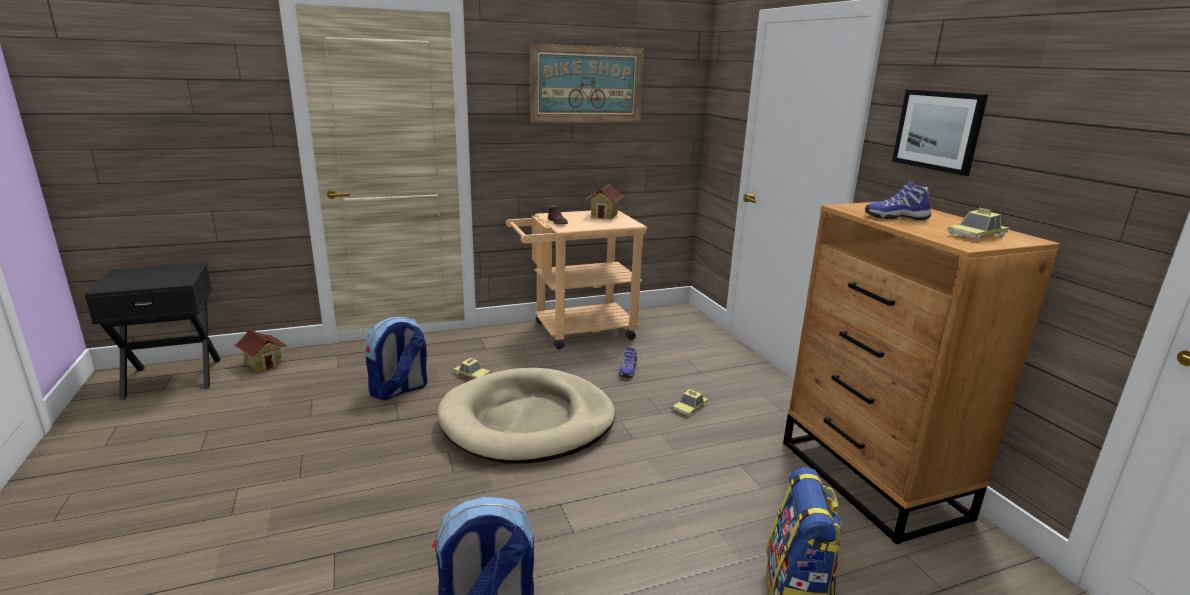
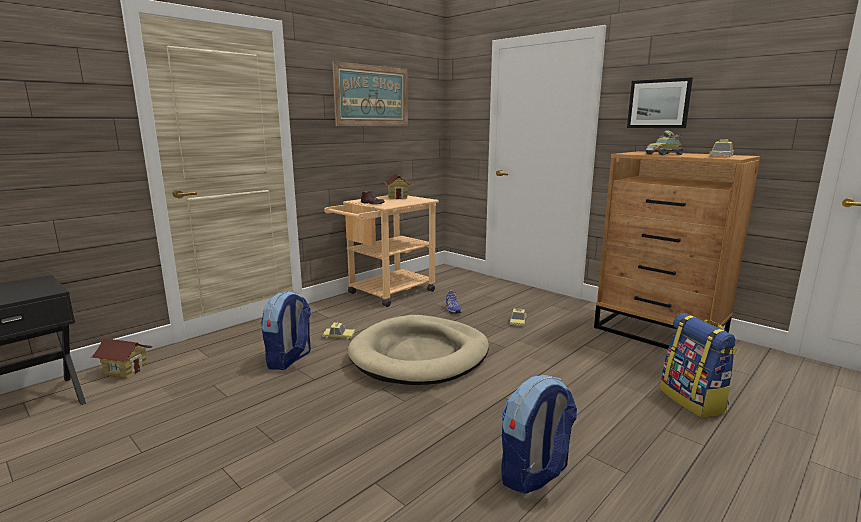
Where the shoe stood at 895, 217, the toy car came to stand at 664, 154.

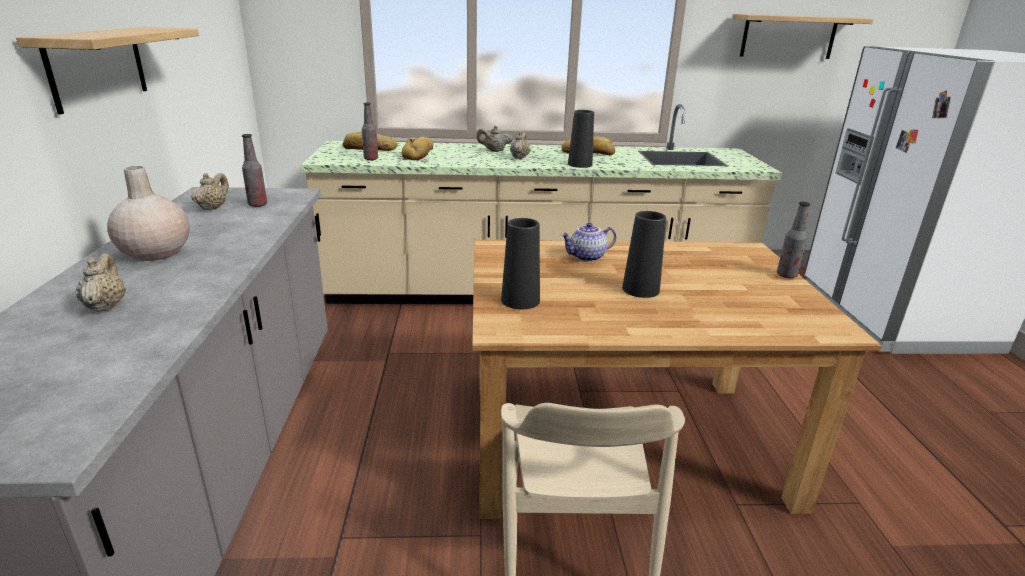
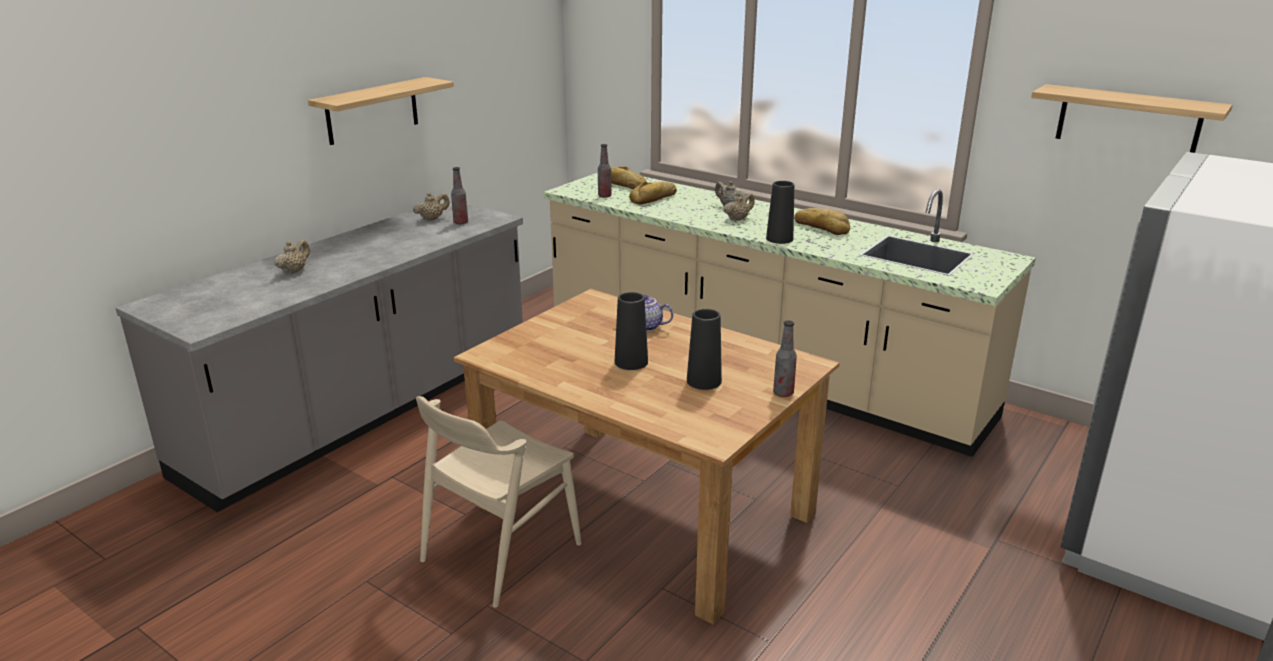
The second view lost the beige vase at 155, 253.
The black vase ended up elsewhere, having gone from 520, 300 to 704, 381.

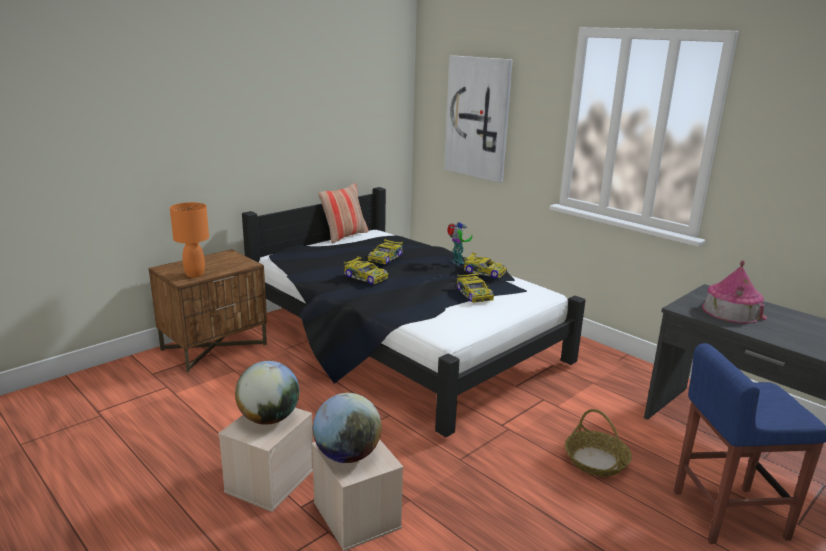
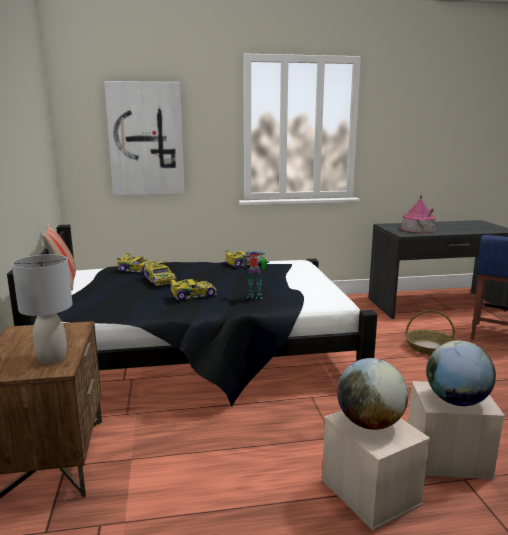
The toy robot ended up elsewhere, having gone from 457, 262 to 255, 297.
The toy car ended up elsewhere, having gone from 474, 294 to 137, 269.
What was the orange table lamp at 195, 274 turned into the grey table lamp at 52, 359.

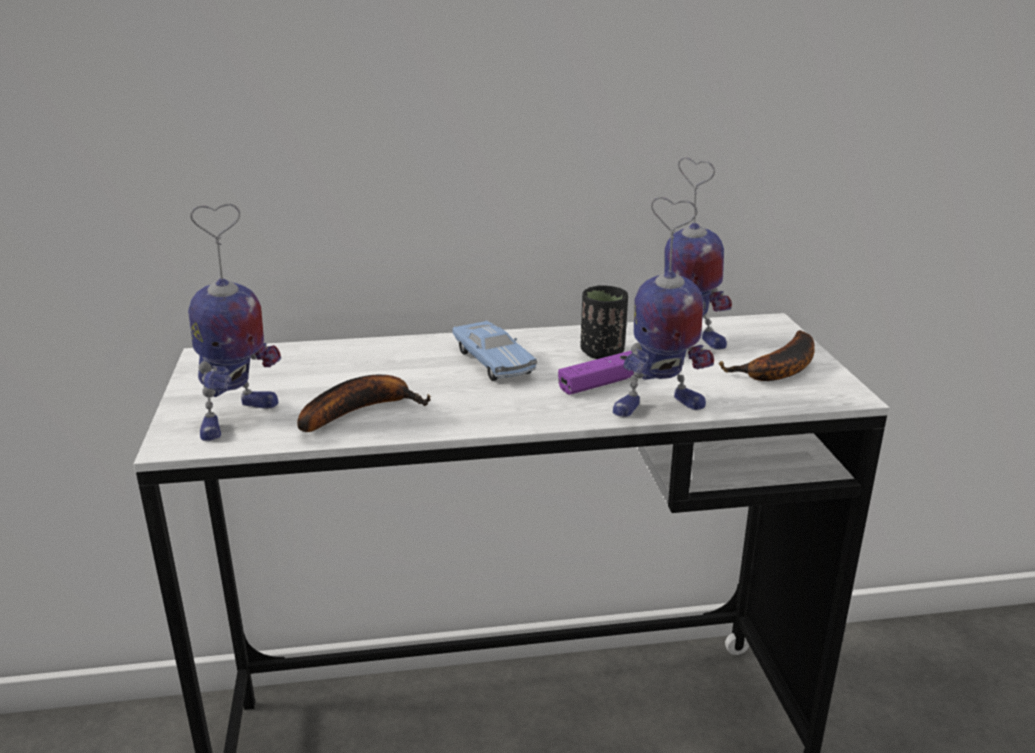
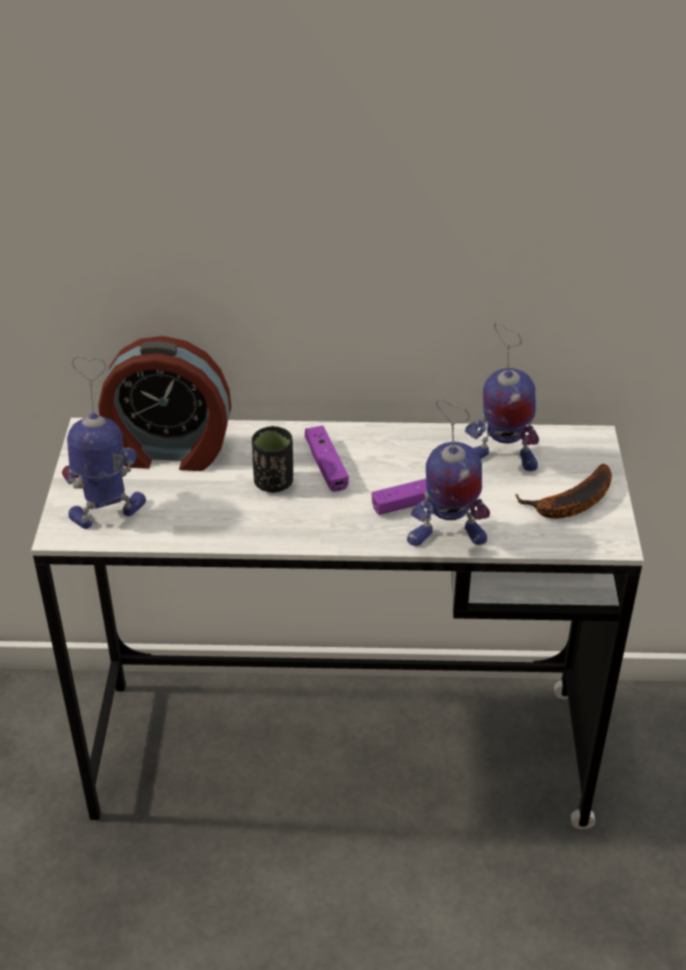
The second view lost the banana at 361, 411.
The second view gained the alarm clock at 169, 451.
The black cup ended up elsewhere, having gone from 602, 353 to 273, 483.
Where the blue toy car stood at 493, 362, the purple game controller came to stand at 326, 465.
The toy robot at 237, 419 ended up facing another way, 150 degrees counterclockwise from before.

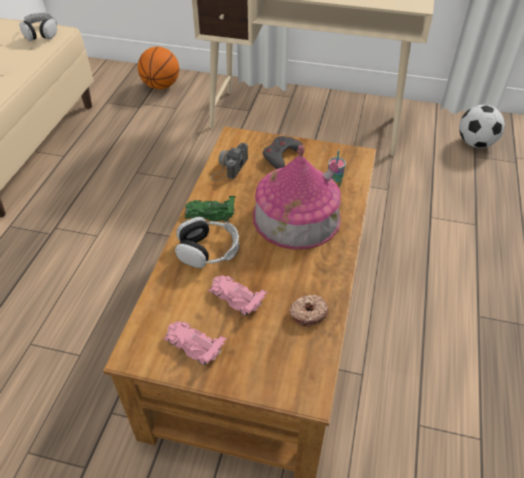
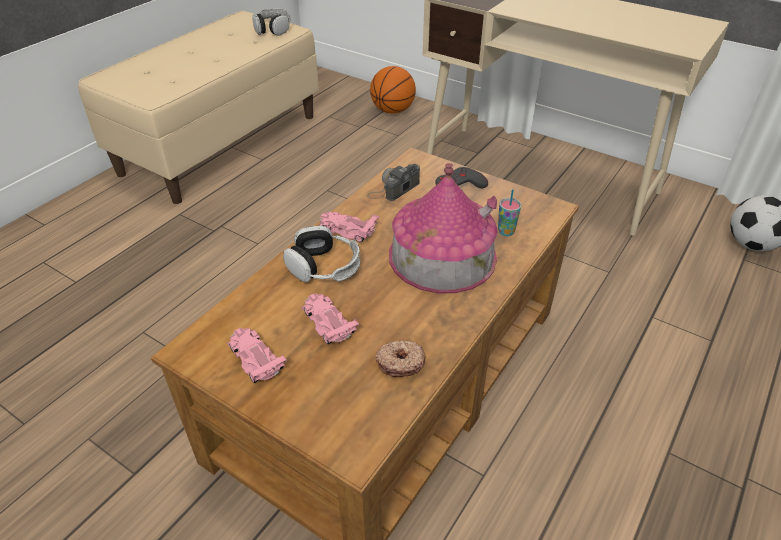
What was the green toy car at 210, 213 turned into the pink toy car at 346, 230.

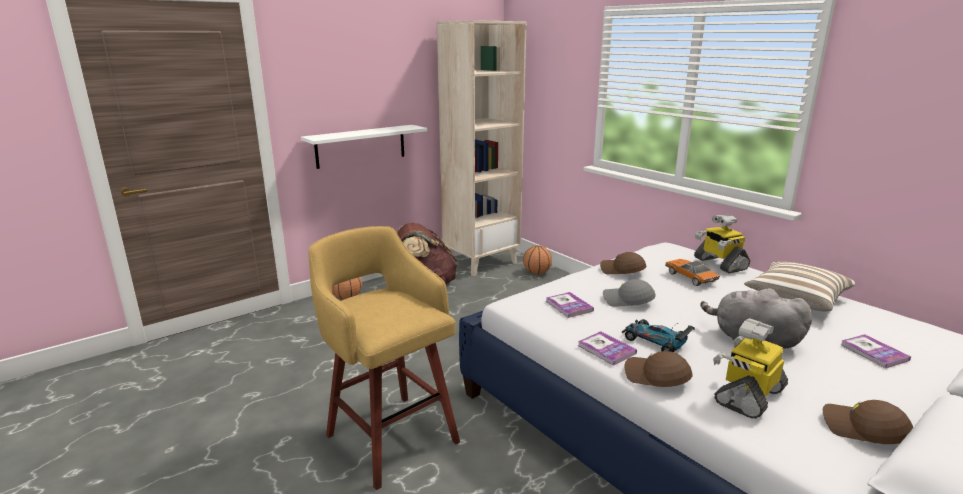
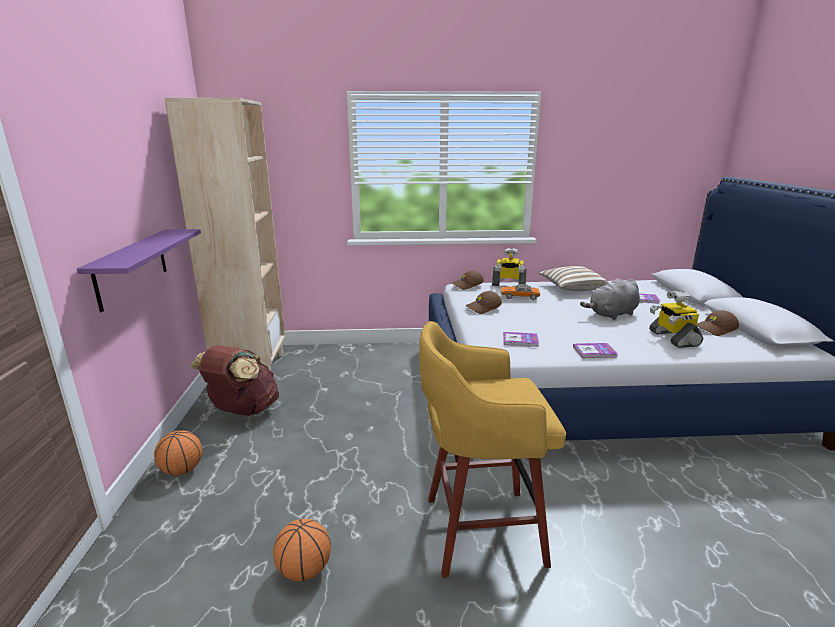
The second view lost the grey cap at 627, 301.
The second view lost the toy car at 655, 341.
The basketball ended up elsewhere, having gone from 537, 273 to 304, 570.
The brown cap ended up elsewhere, having gone from 655, 377 to 467, 286.
What was the white shelf at 361, 146 turned into the purple shelf at 132, 267.

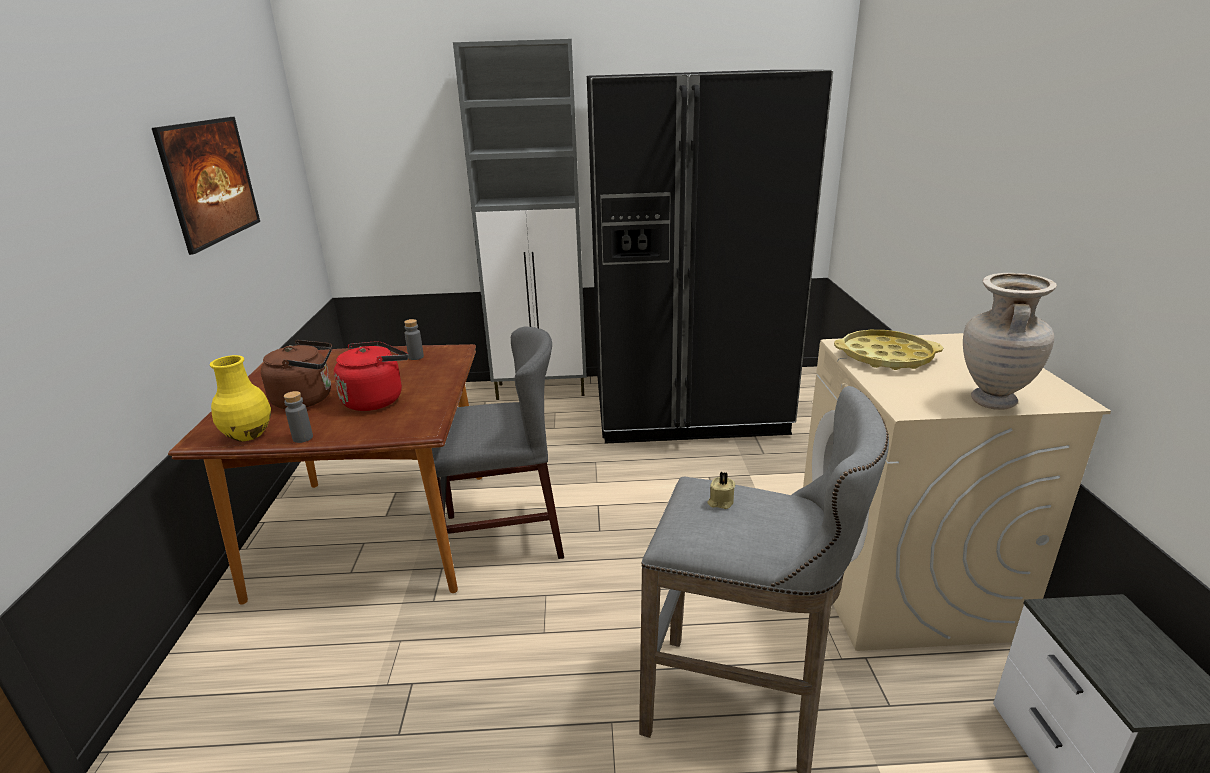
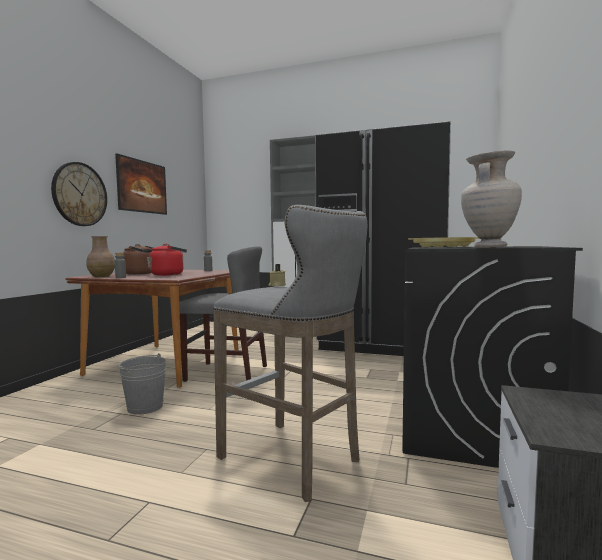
The second view gained the wall clock at 80, 194.
The second view gained the grey bucket at 145, 407.
What was the yellow vase at 248, 434 turned into the brown vase at 102, 276.
What was the beige washing machine at 902, 582 turned into the black washing machine at 471, 430.

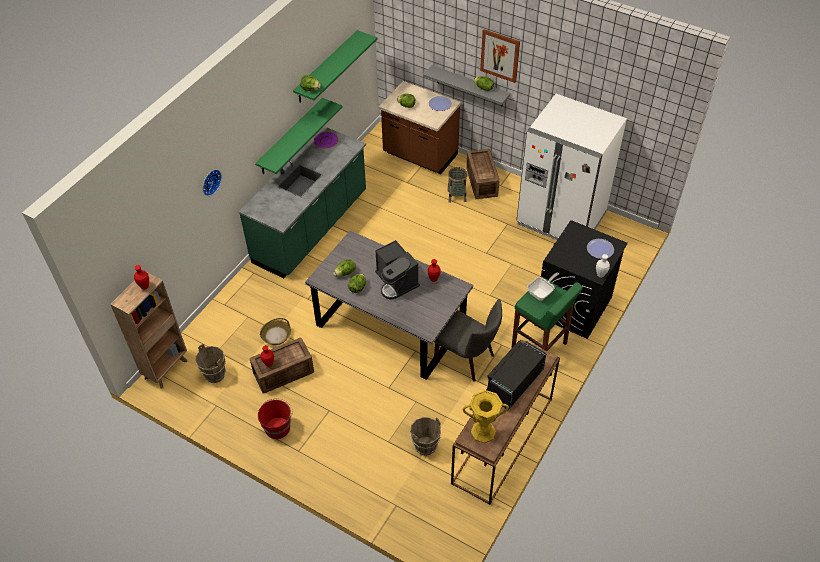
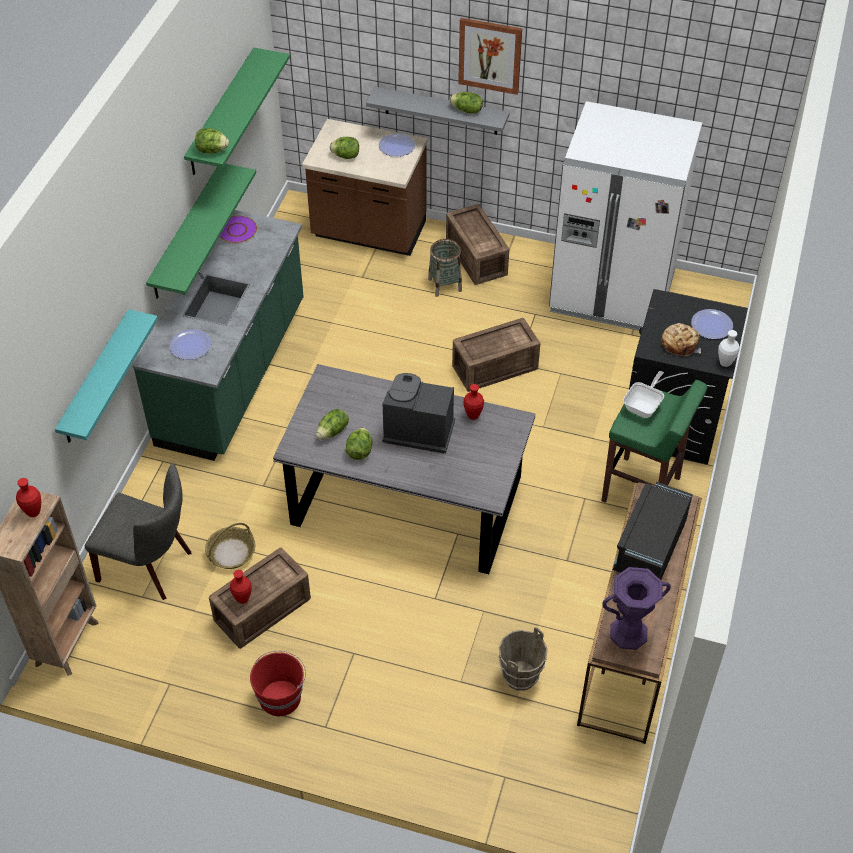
The second view lost the brown bucket at 215, 375.
The second view lost the wall clock at 210, 181.
The second view gained the turquoise shelf at 95, 379.
The second view gained the plate at 190, 345.
The second view gained the crate at 493, 367.
The second view gained the bread at 680, 344.
The grey chair ended up elsewhere, having gone from 468, 359 to 150, 566.
What was the yellow vase at 483, 432 turned into the purple vase at 628, 633.
The coffee machine at 396, 282 ended up facing another way, 150 degrees clockwise from before.

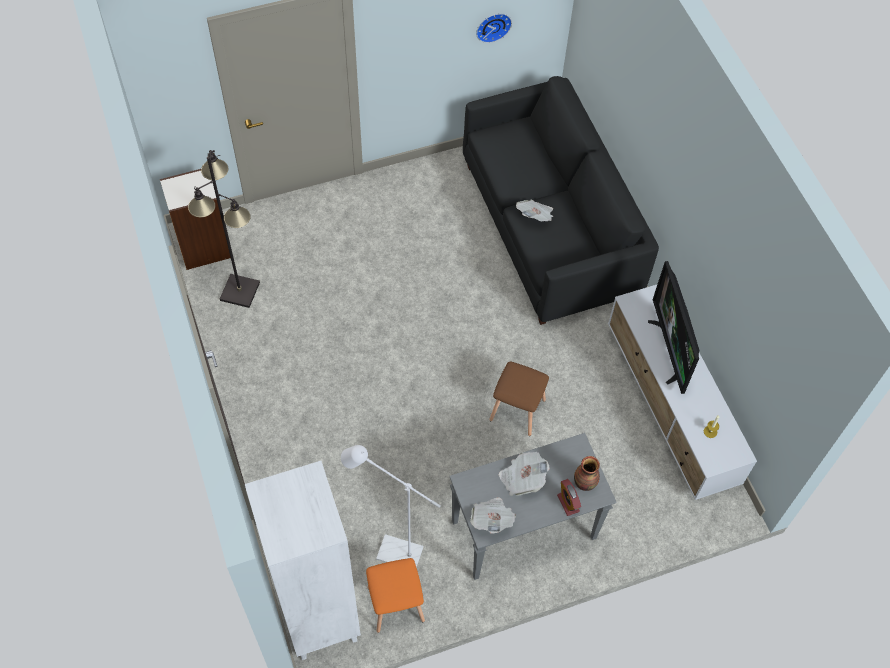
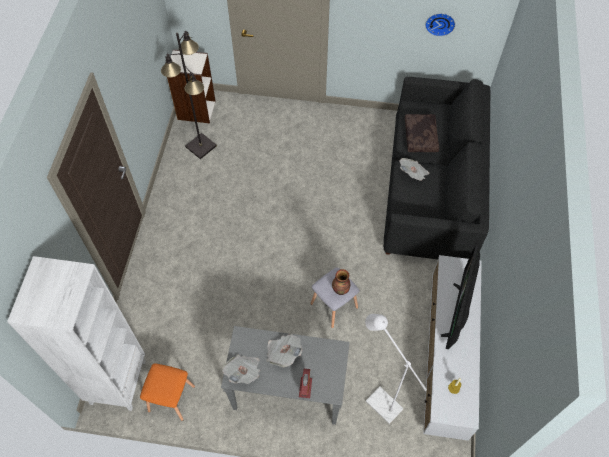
The second view gained the brown pillow at 421, 137.
The white floor lamp ended up elsewhere, having gone from 391, 551 to 379, 400.
The vase ended up elsewhere, having gone from 585, 483 to 340, 290.
What was the brown stool at 517, 411 turned into the grey stool at 333, 306.

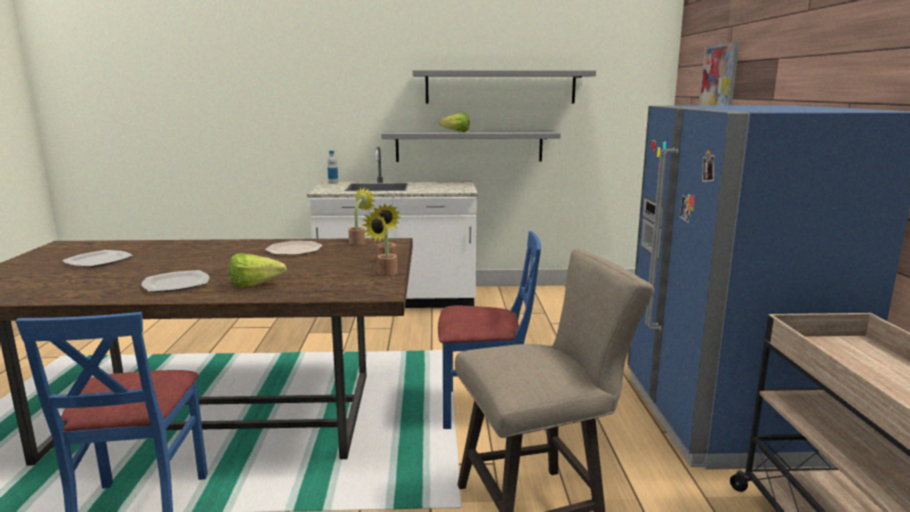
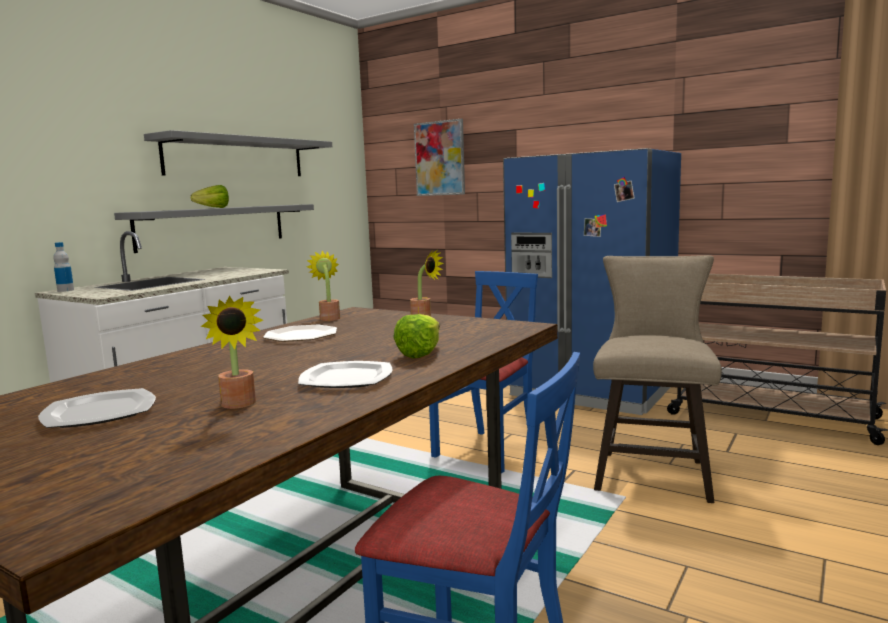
The potted plant ended up elsewhere, having gone from 384, 274 to 239, 405.

